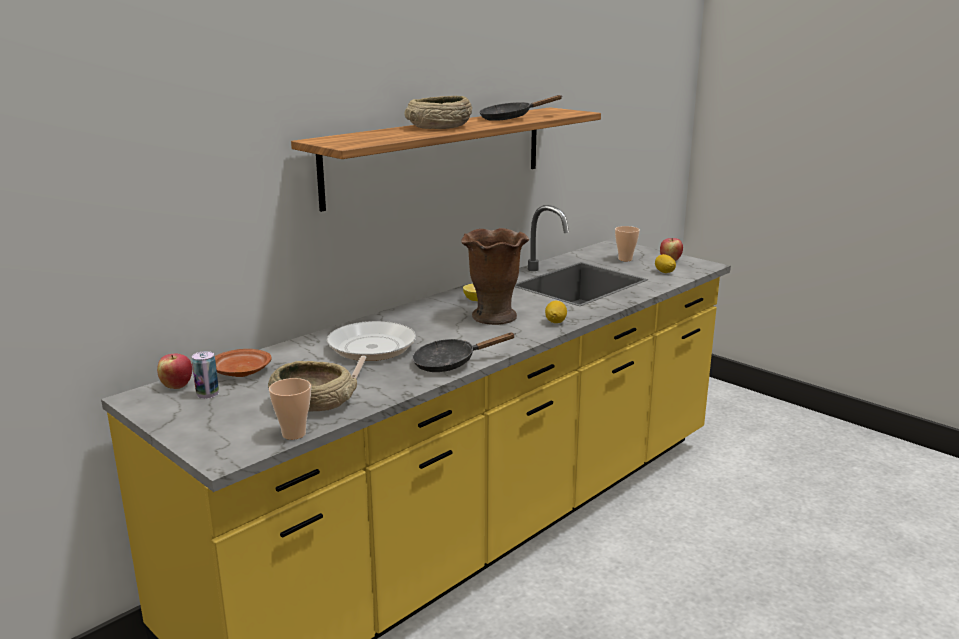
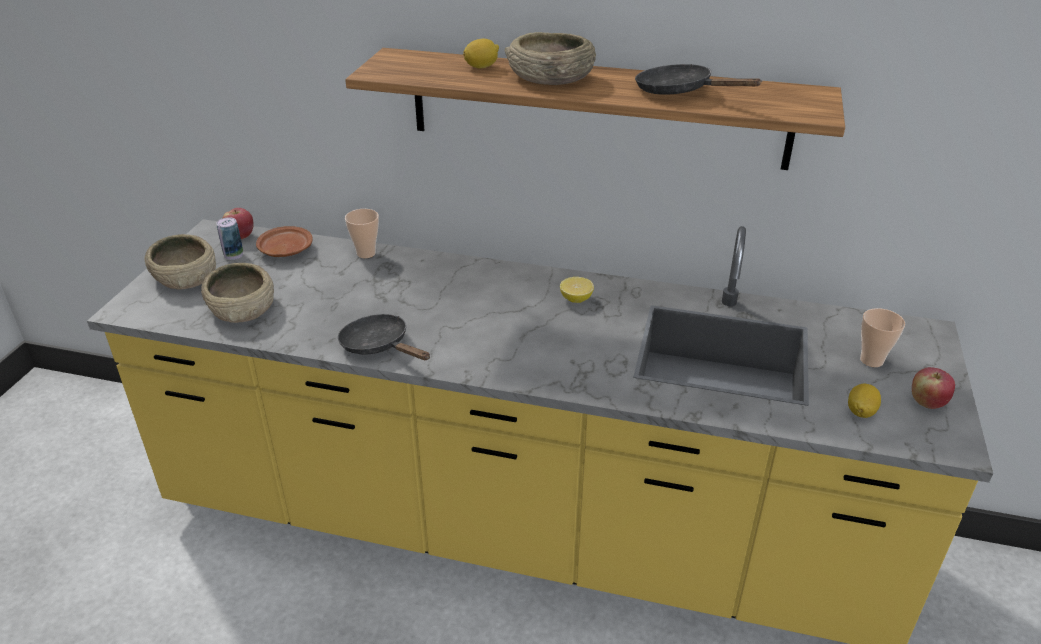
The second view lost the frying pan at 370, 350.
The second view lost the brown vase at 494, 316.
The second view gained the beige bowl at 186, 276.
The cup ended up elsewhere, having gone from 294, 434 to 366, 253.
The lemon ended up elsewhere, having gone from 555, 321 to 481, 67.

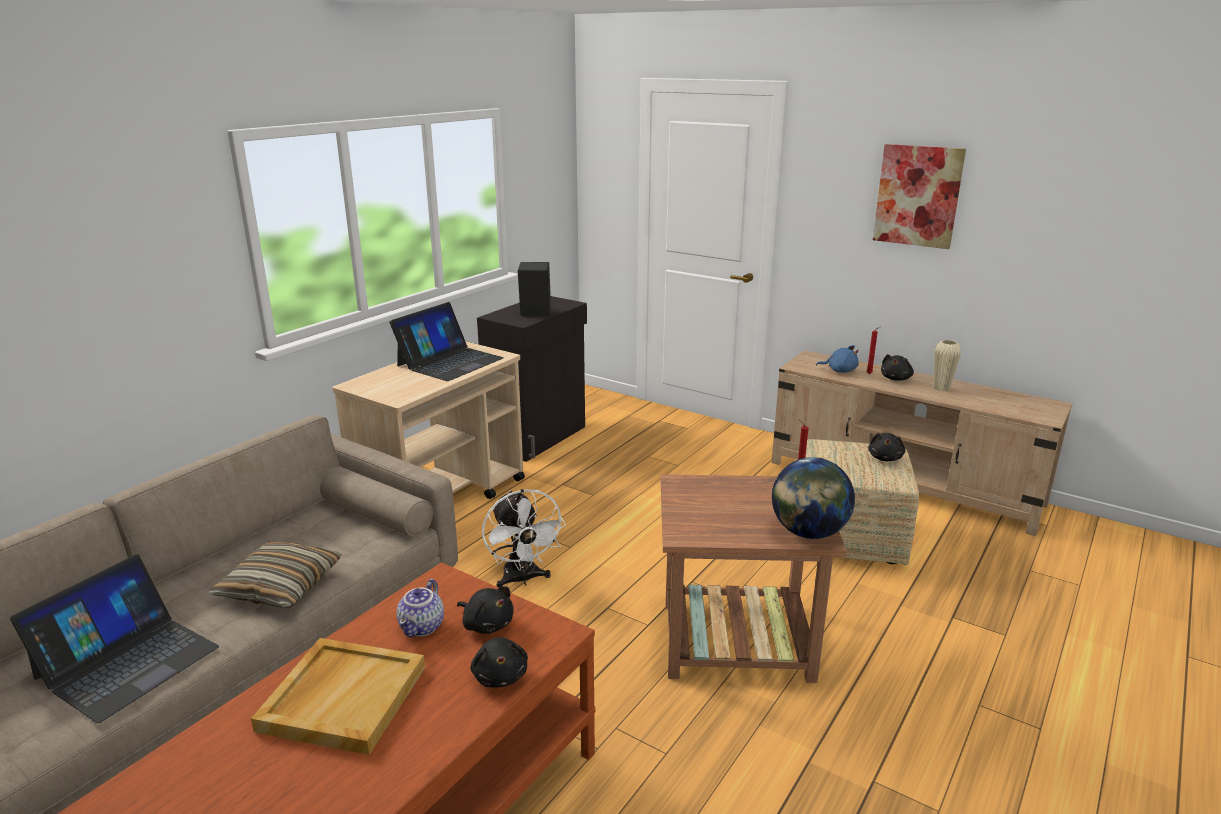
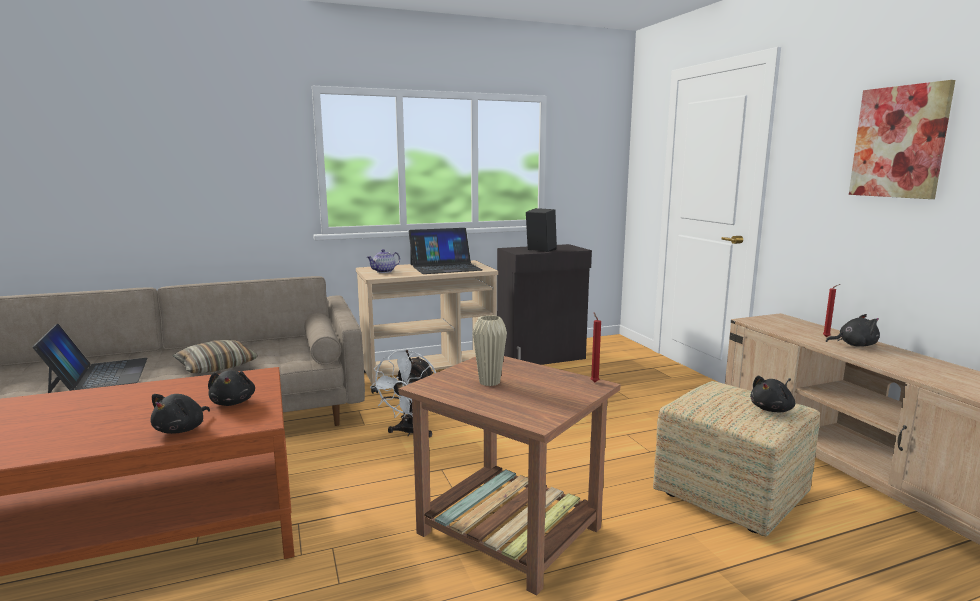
The second view lost the beige tray at 343, 697.
The second view lost the globe at 808, 533.
The second view lost the blue plush toy at 839, 370.
The teapot ended up elsewhere, having gone from 423, 627 to 384, 271.
The beige vase ended up elsewhere, having gone from 941, 388 to 489, 382.
The laptop at 127, 662 ended up facing another way, 90 degrees counterclockwise from before.
The black plush toy at 896, 378 ended up facing another way, 150 degrees counterclockwise from before.

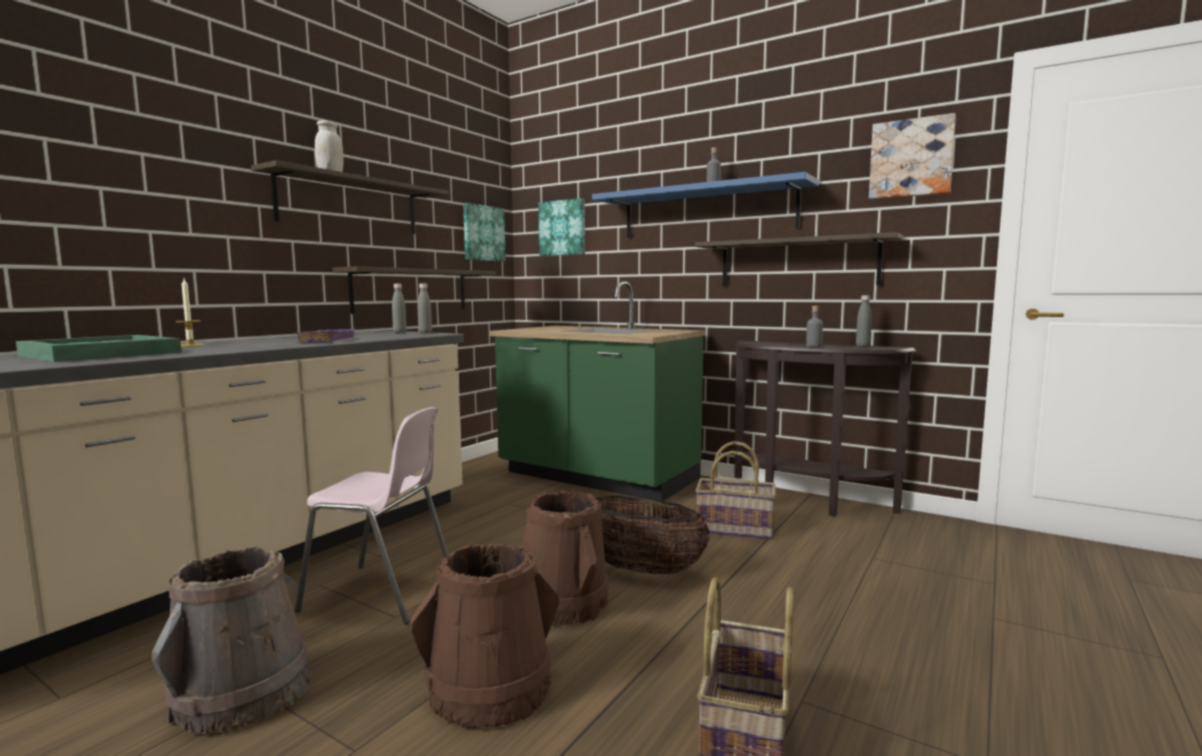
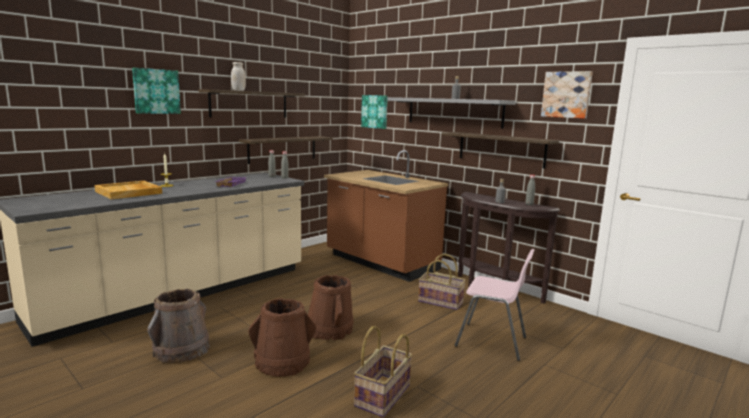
The second view lost the basket at 640, 569.
The pink chair ended up elsewhere, having gone from 381, 594 to 492, 342.
The picture ended up elsewhere, having gone from 482, 233 to 156, 91.
What was the green tray at 103, 354 turned into the beige tray at 129, 192.
What was the green counter at 597, 477 turned into the brown counter at 381, 262.
What was the blue shelf at 707, 212 turned into the grey shelf at 453, 112.

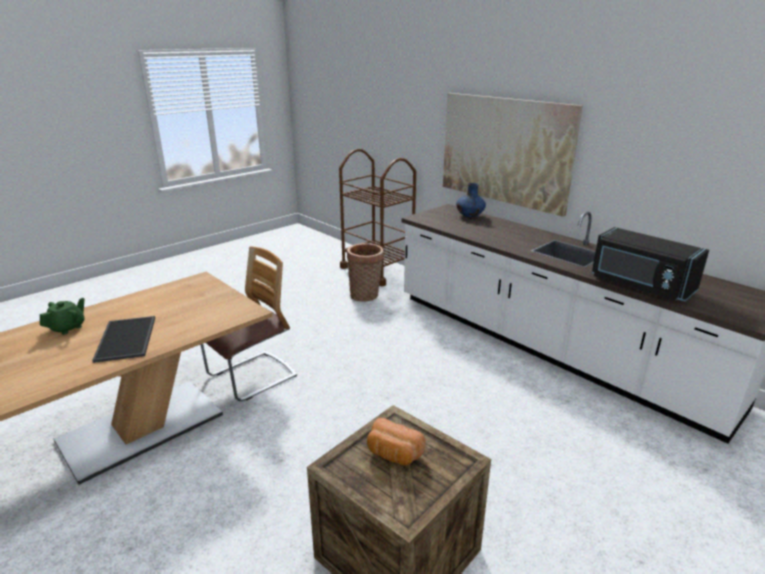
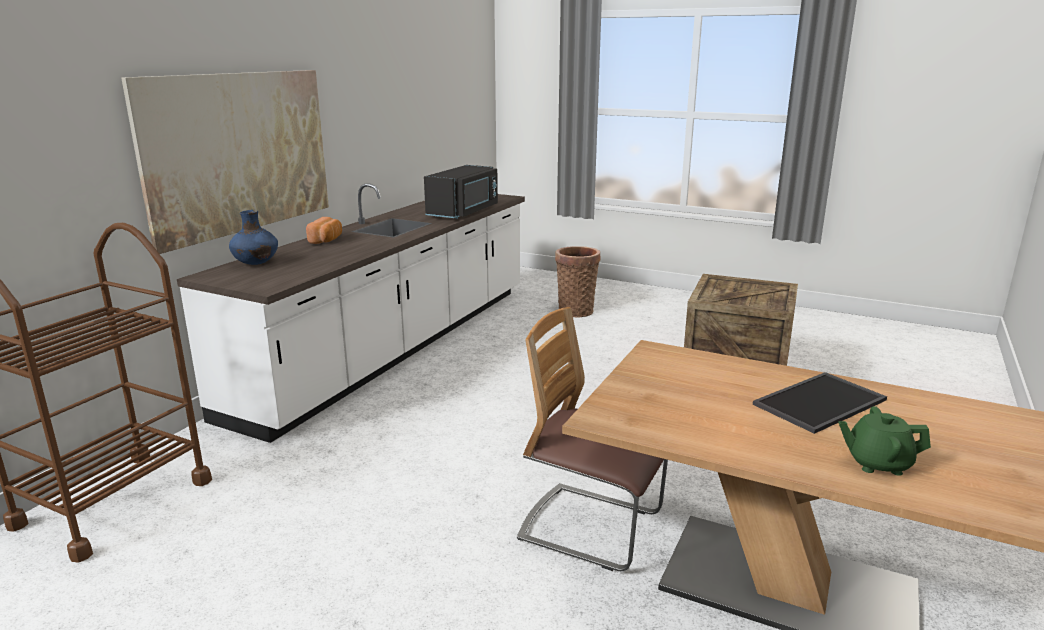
The basket ended up elsewhere, having gone from 366, 296 to 576, 310.
The bread ended up elsewhere, having gone from 393, 454 to 327, 240.

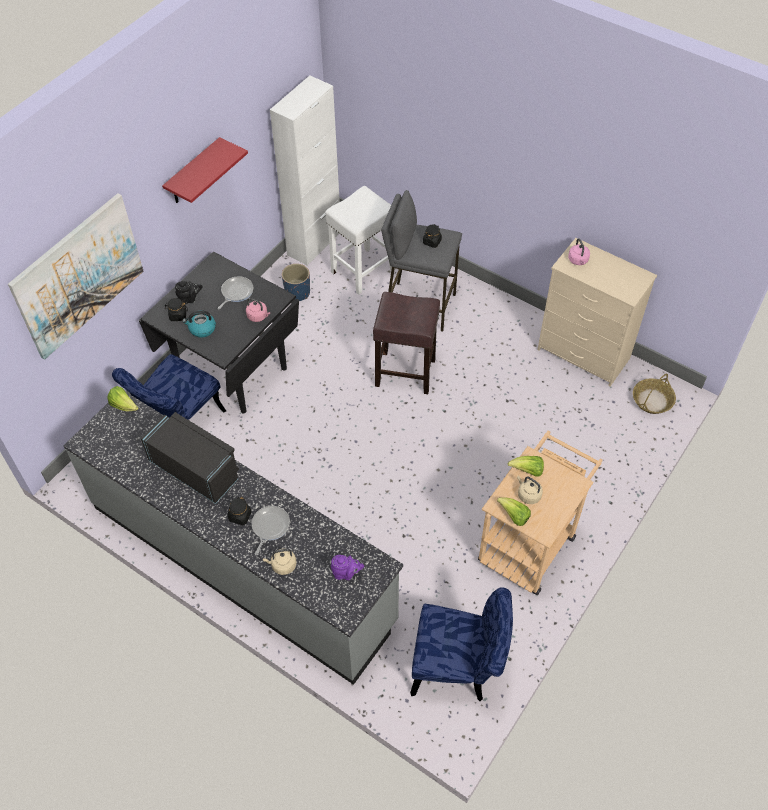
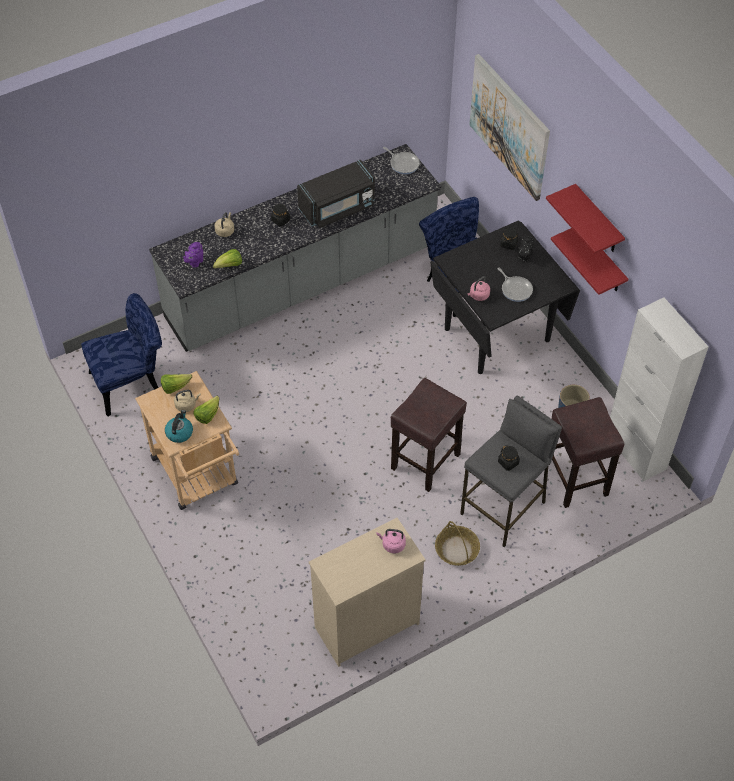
The second view gained the red shelf at 601, 261.
The lettuce ended up elsewhere, having gone from 124, 405 to 229, 266.
The kettle ended up elsewhere, having gone from 202, 329 to 179, 432.
The frying pan ended up elsewhere, having gone from 269, 527 to 403, 163.
The basket ended up elsewhere, having gone from 652, 400 to 457, 550.
What was the white stool at 362, 271 turned into the brown stool at 575, 478.
The blue chair at 459, 667 ended up facing another way, 150 degrees counterclockwise from before.

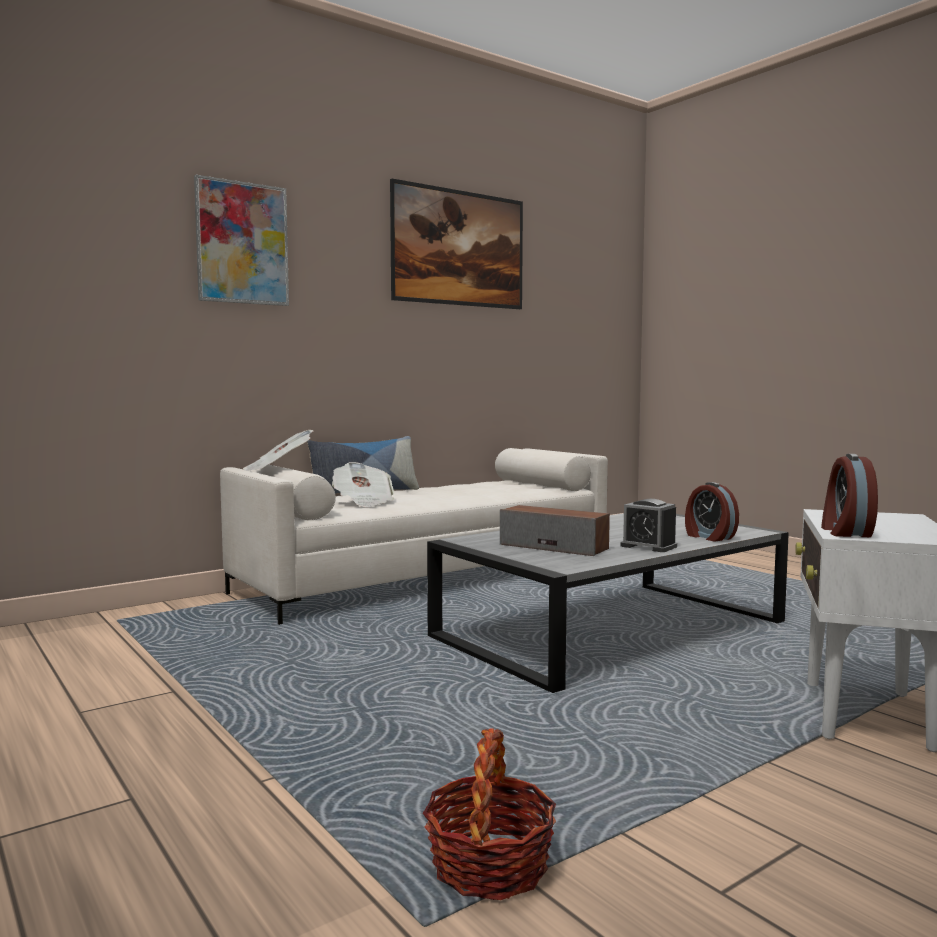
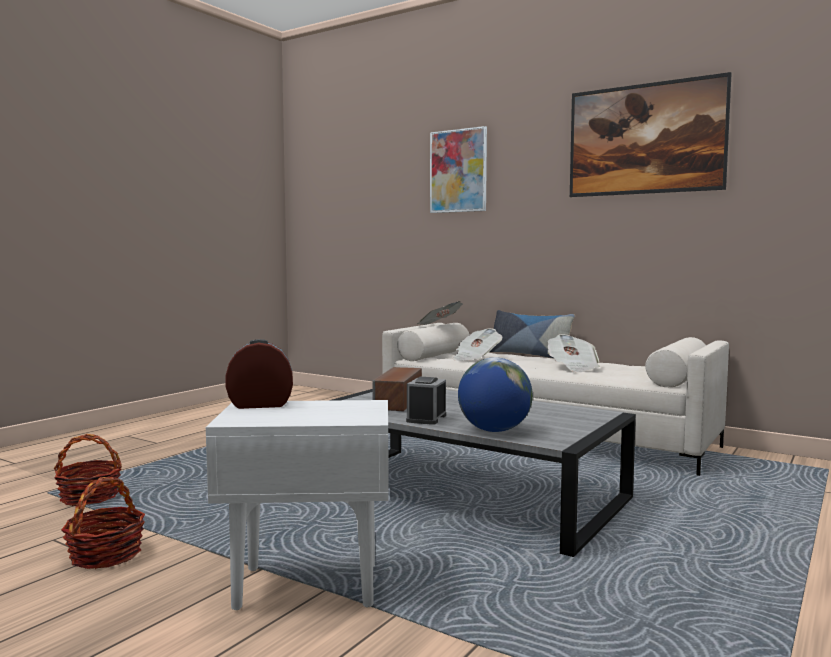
The second view gained the basket at 106, 555.
The second view gained the newspaper at 573, 368.
Where the alarm clock stood at 709, 537, the globe came to stand at 494, 430.

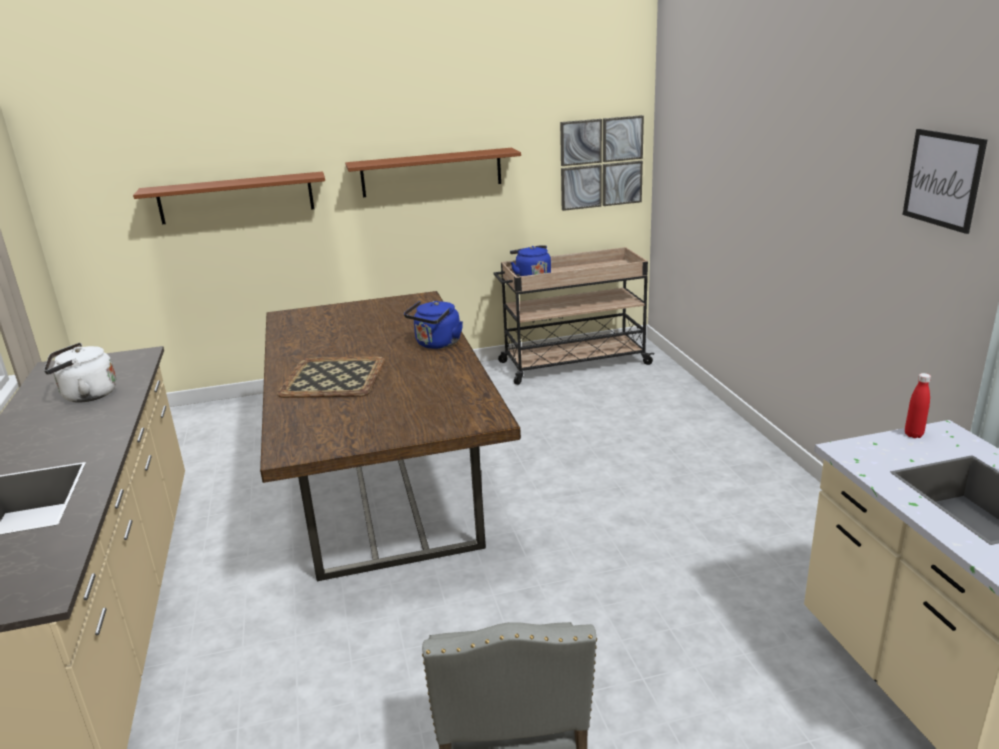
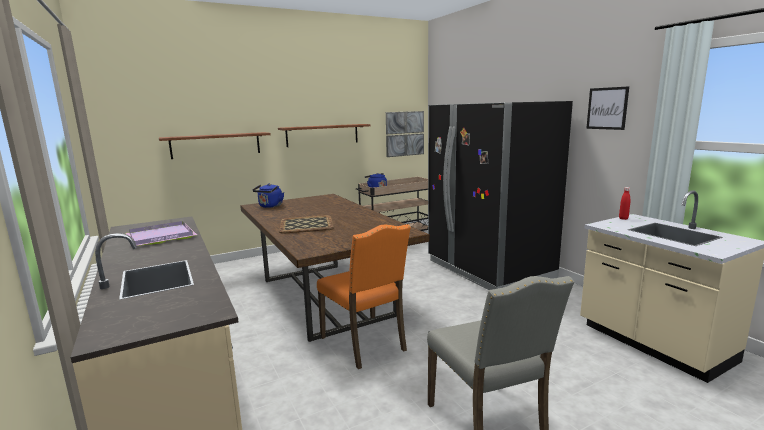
The second view gained the orange chair at 365, 344.
The second view gained the black fridge at 488, 269.
The blue kettle ended up elsewhere, having gone from 436, 344 to 270, 206.
Where the white kettle stood at 86, 396, the purple tray came to stand at 159, 236.

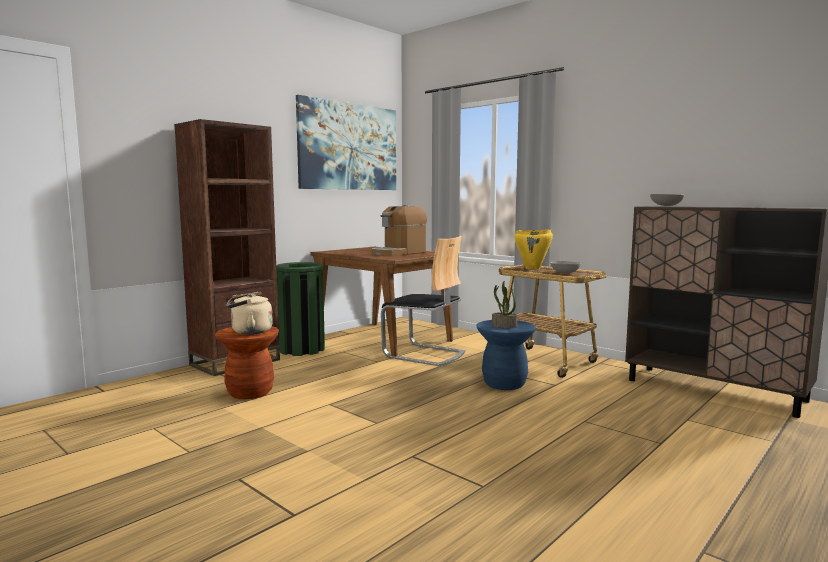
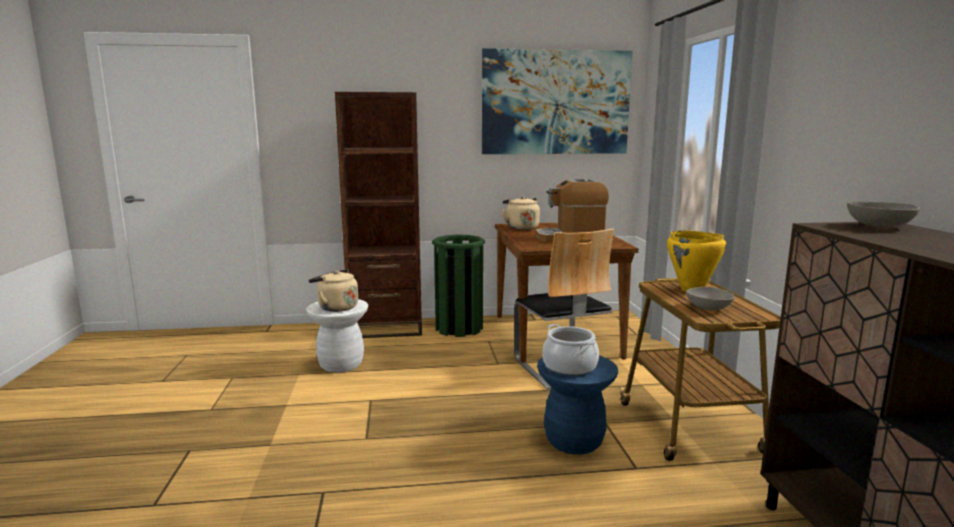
The second view gained the beige kettle at 521, 228.
Where the potted plant stood at 504, 326, the cooking pot came to stand at 569, 367.
What was the brown stool at 250, 392 turned into the white stool at 341, 365.

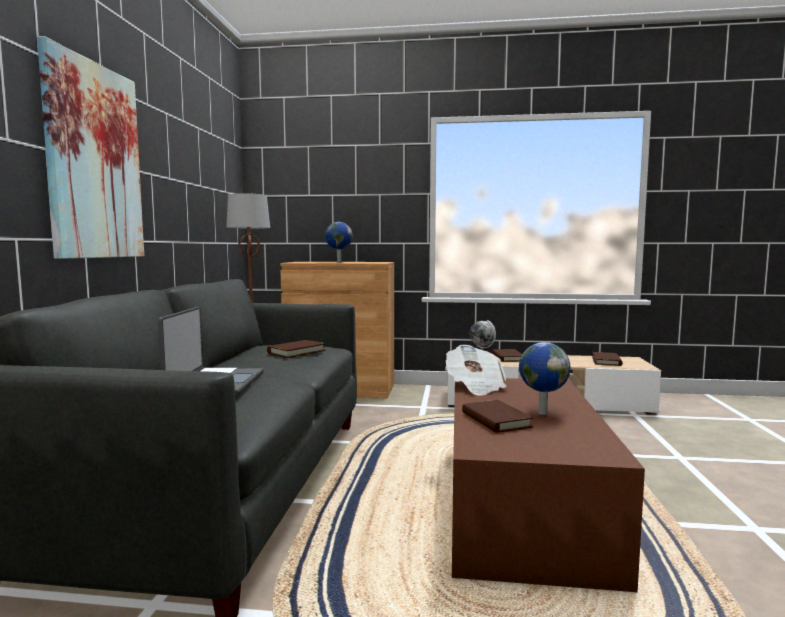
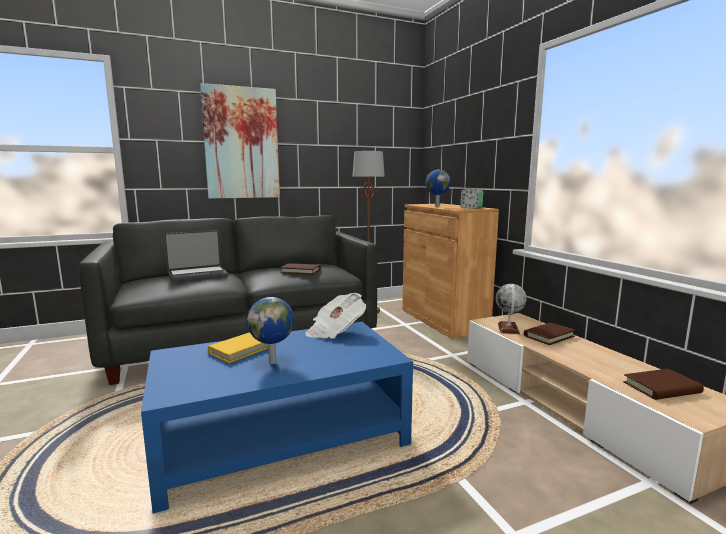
The second view gained the alarm clock at 471, 208.
What was the brown coffee table at 521, 505 turned into the blue coffee table at 281, 437.
What was the brown book at 495, 420 turned into the yellow book at 241, 350.

